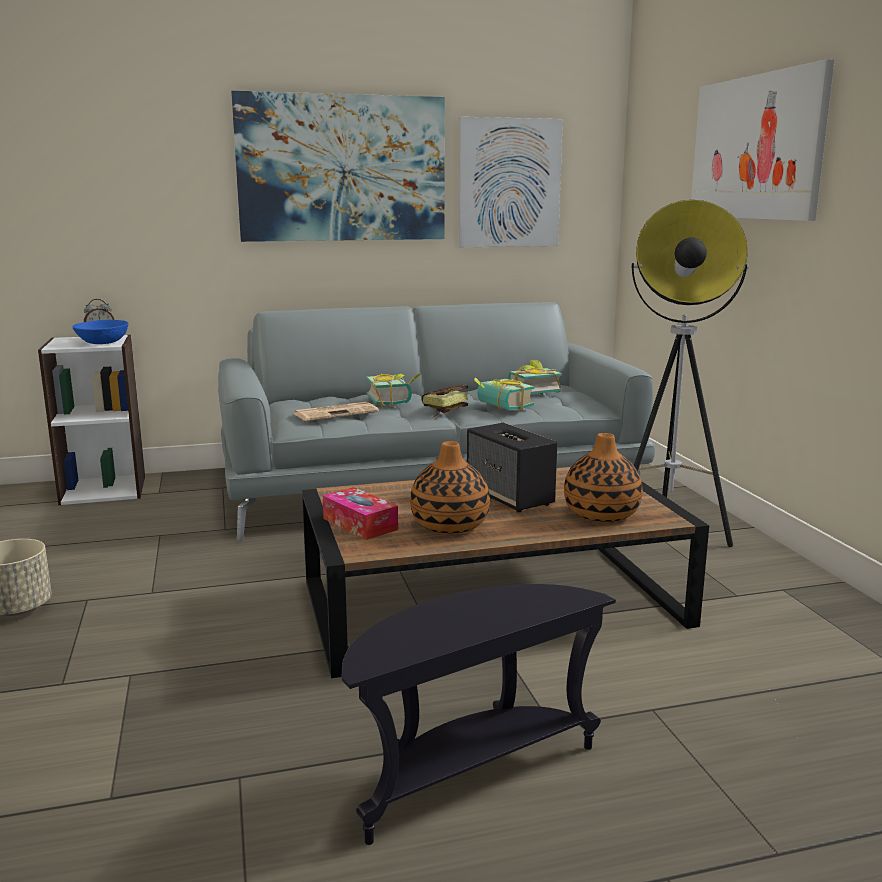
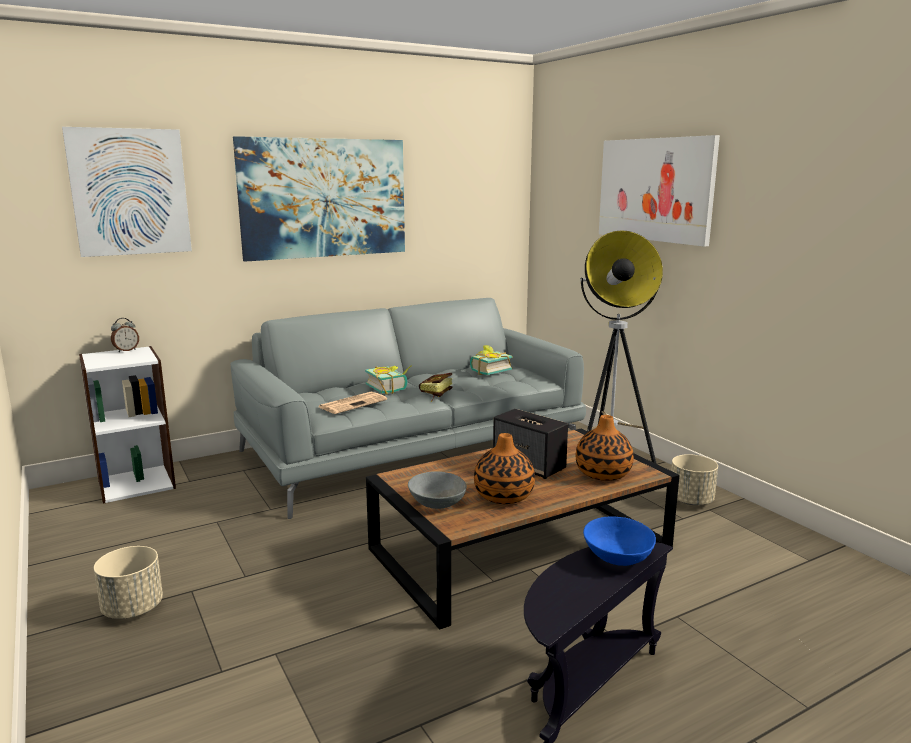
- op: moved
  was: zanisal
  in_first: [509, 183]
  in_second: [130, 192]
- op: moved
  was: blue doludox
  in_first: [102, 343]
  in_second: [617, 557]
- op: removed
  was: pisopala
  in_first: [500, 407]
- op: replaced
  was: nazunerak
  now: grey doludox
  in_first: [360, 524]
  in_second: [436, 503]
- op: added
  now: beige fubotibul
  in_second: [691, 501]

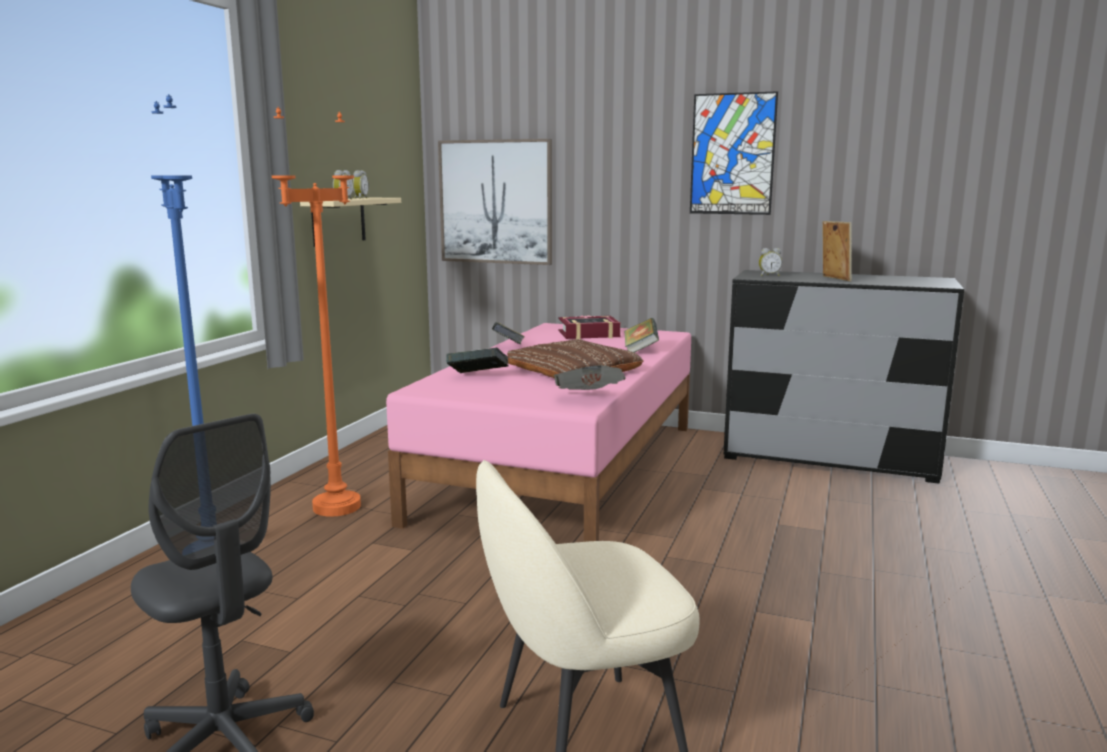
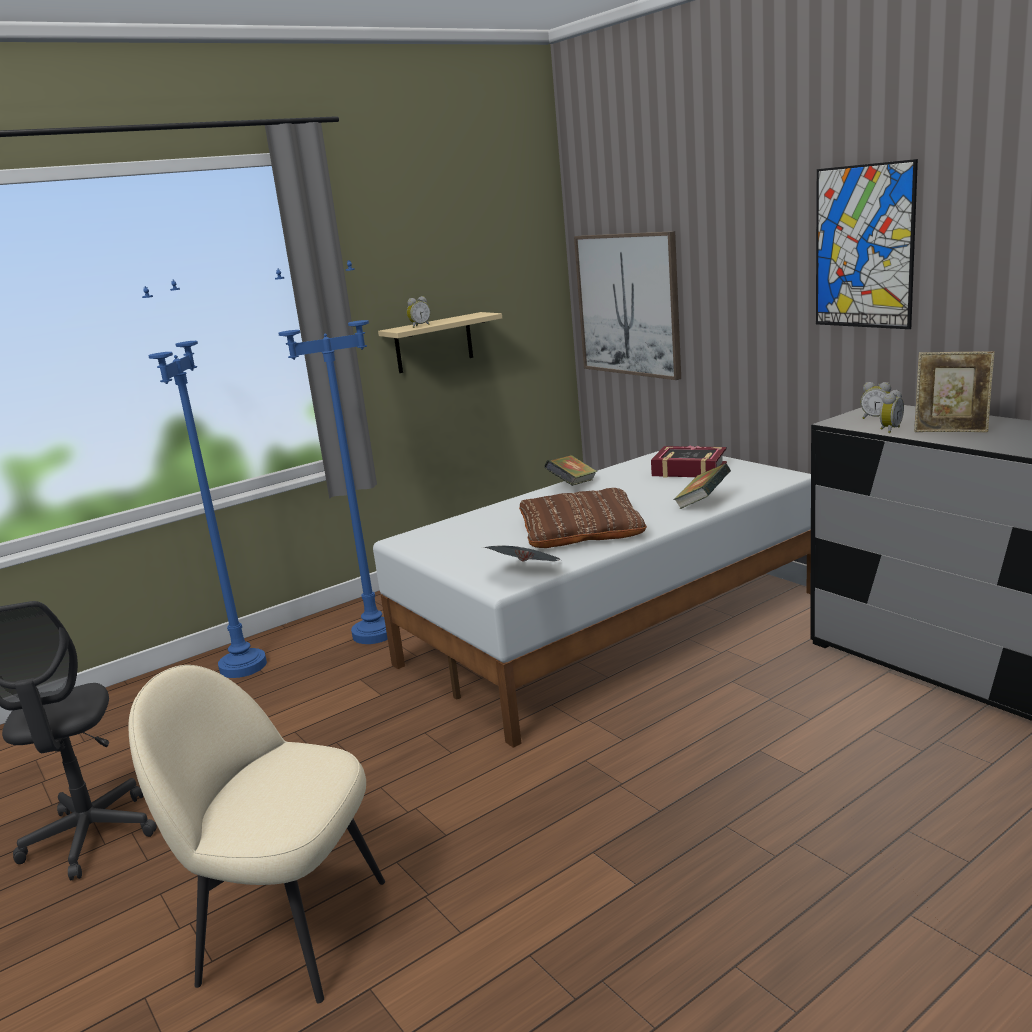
- op: recoloured
  was: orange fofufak
  now: blue fofufak
  in_first: [337, 506]
  in_second: [374, 633]
- op: moved
  was: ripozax
  in_first: [360, 198]
  in_second: [889, 430]
- op: turned
  was: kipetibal
  in_first: [834, 279]
  in_second: [951, 431]
  clockwise: 90
- op: recoloured
  was: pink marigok
  now: white marigok
  in_first: [565, 470]
  in_second: [614, 628]
- op: removed
  was: pisopala
  in_first: [478, 377]

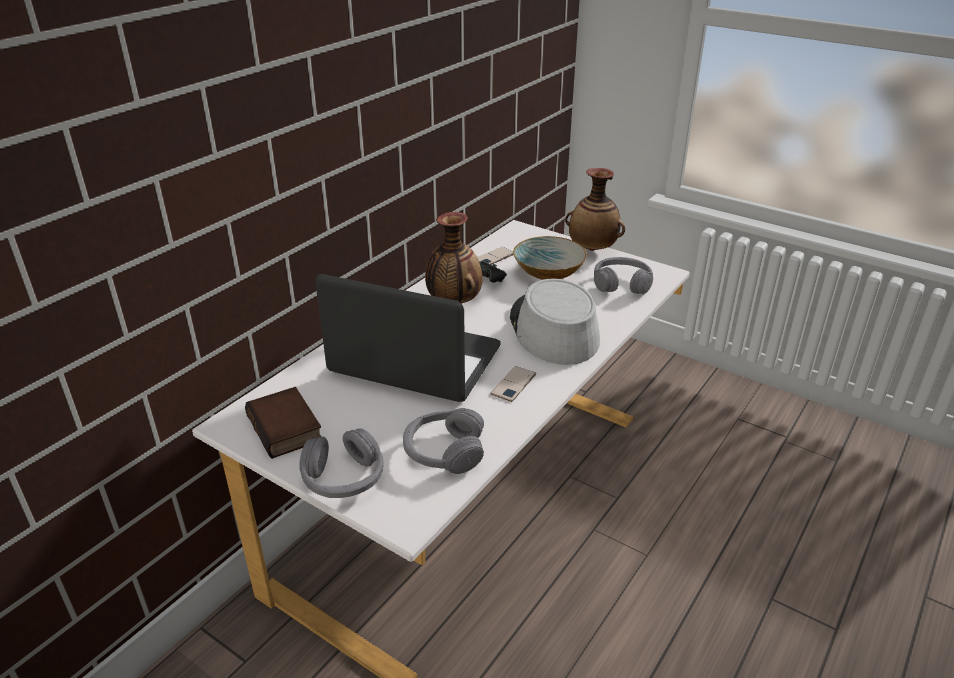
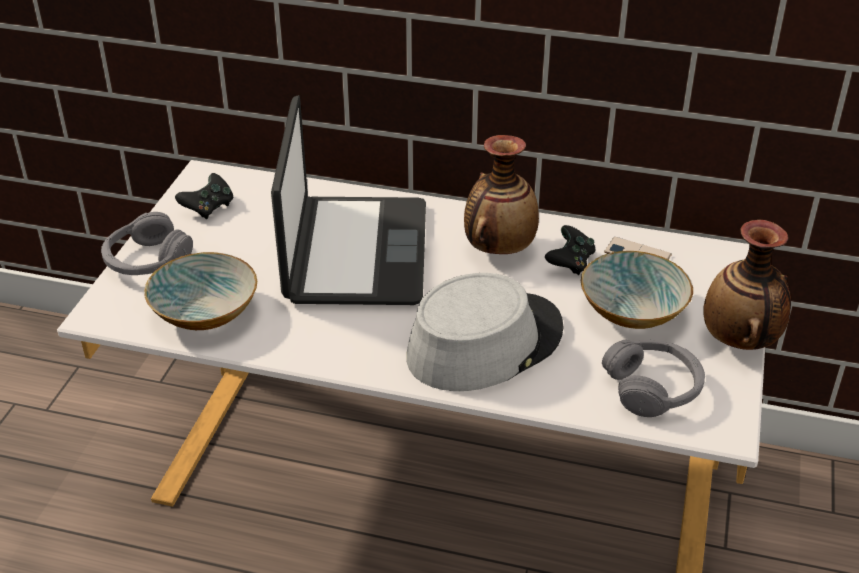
- op: removed
  was: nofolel
  in_first: [513, 384]
- op: replaced
  was: pisopala
  now: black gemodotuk
  in_first: [287, 428]
  in_second: [208, 208]
- op: replaced
  was: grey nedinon
  now: doludox
  in_first: [443, 451]
  in_second: [206, 311]

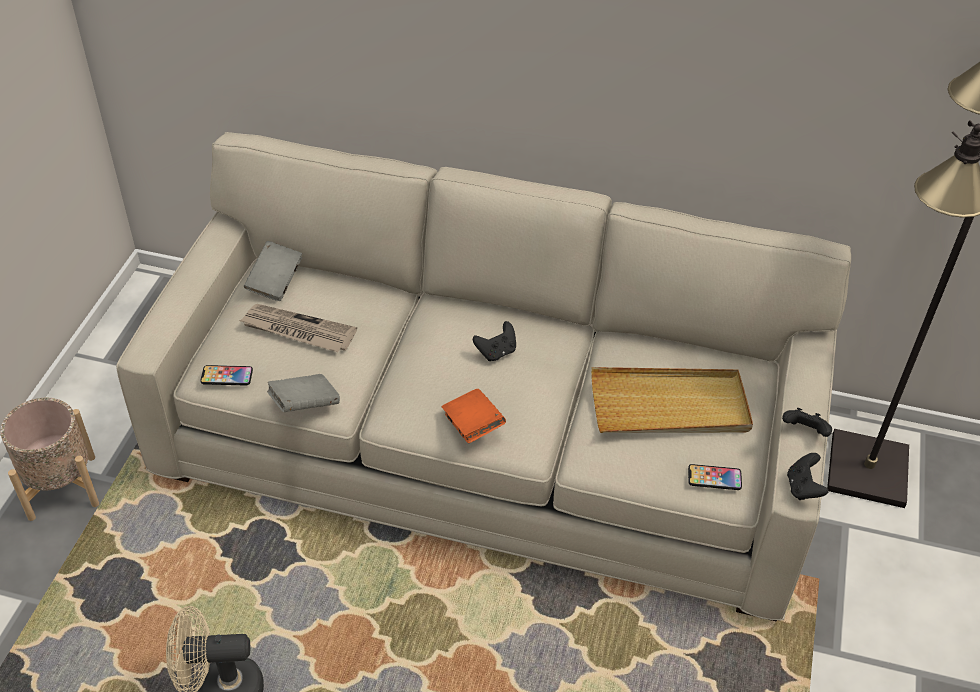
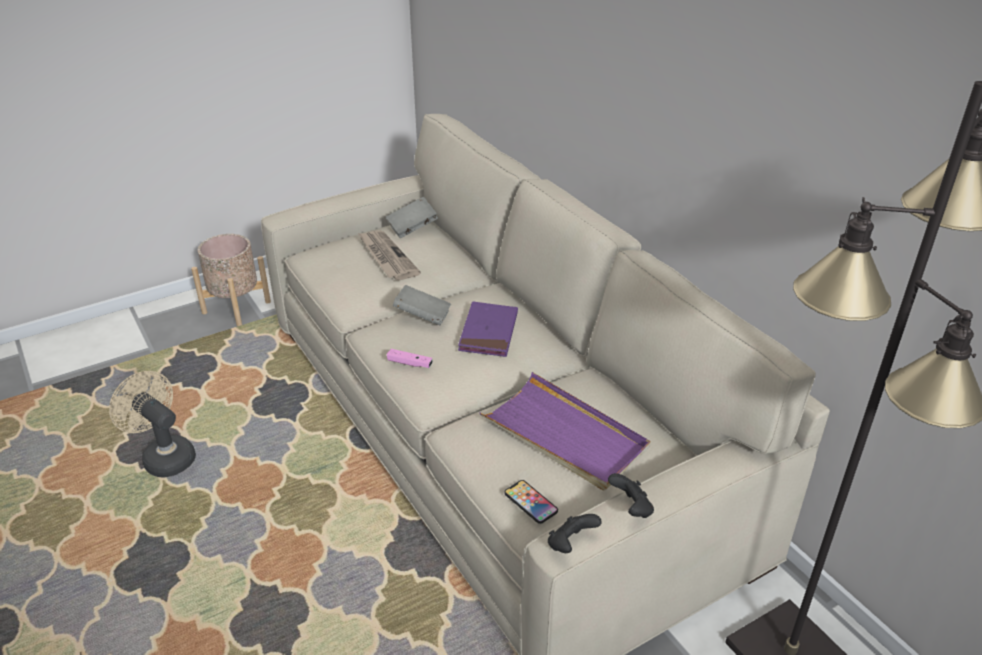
- op: replaced
  was: black gemodotuk
  now: purple pisopala
  in_first: [496, 352]
  in_second: [488, 332]
- op: removed
  was: nofolel
  in_first: [226, 376]
- op: recoloured
  was: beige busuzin
  now: purple busuzin
  in_first: [670, 406]
  in_second: [565, 435]
- op: moved
  was: grey pisopala
  in_first: [304, 404]
  in_second: [422, 317]
- op: replaced
  was: orange pisopala
  now: pink gemodotuk
  in_first: [473, 426]
  in_second: [409, 363]

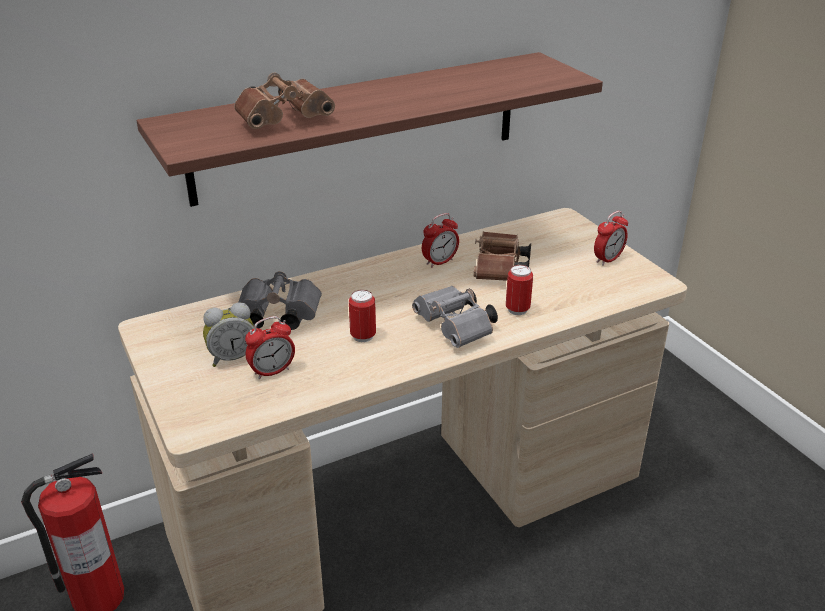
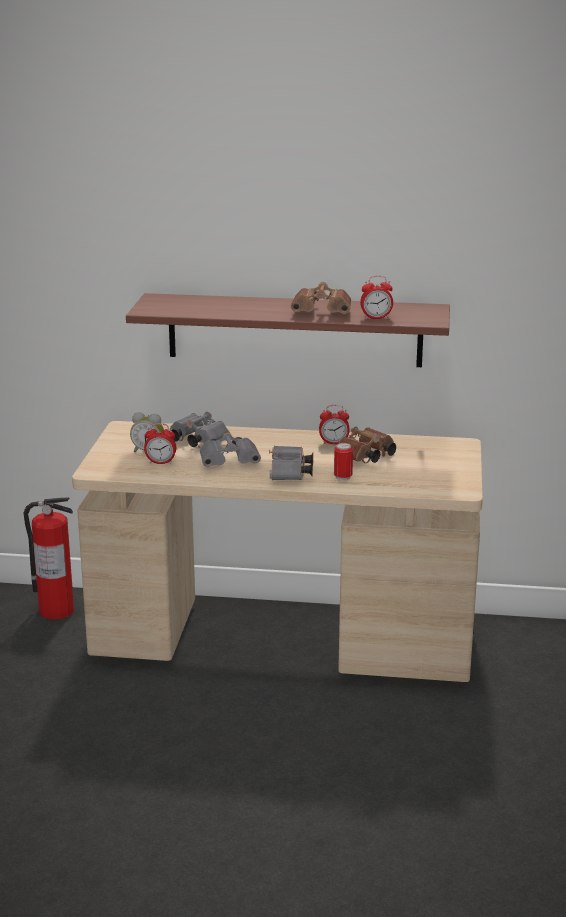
- op: moved
  was: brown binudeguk
  in_first: [286, 120]
  in_second: [323, 312]
- op: moved
  was: ripozax
  in_first: [608, 259]
  in_second: [376, 318]
- op: replaced
  was: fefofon
  now: grey binudeguk
  in_first: [363, 336]
  in_second: [231, 463]

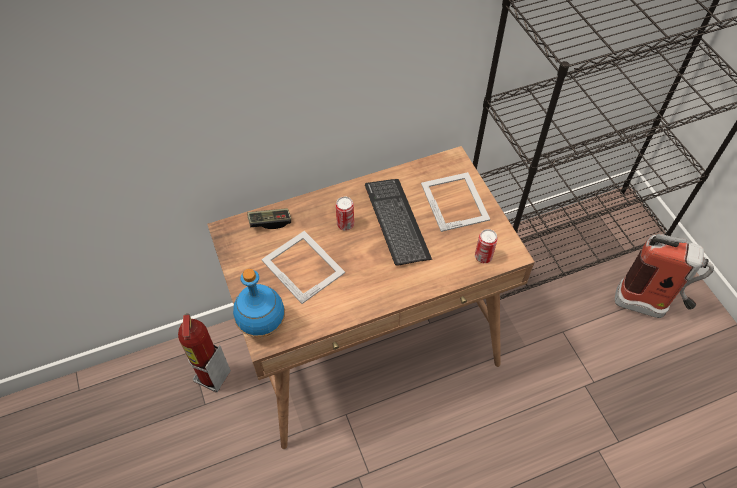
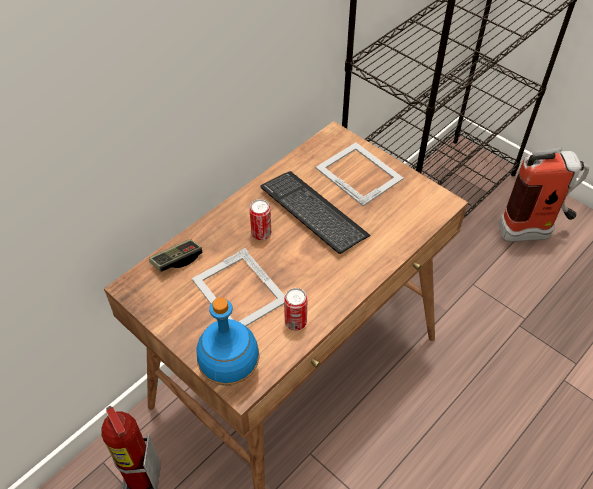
- op: moved
  was: fefofon
  in_first: [483, 257]
  in_second: [295, 322]
- op: turned
  was: kipetibal
  in_first: [303, 265]
  in_second: [239, 291]
  clockwise: -150

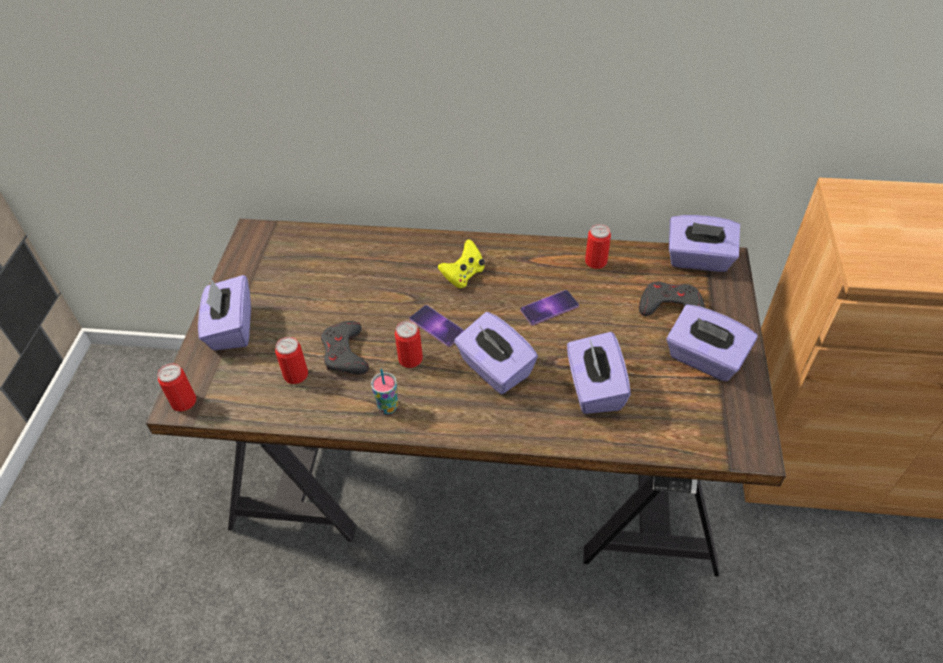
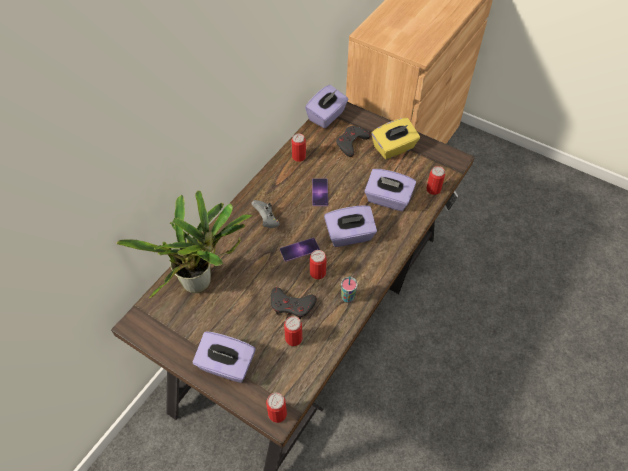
- op: recoloured
  was: yellow gemodotuk
  now: grey gemodotuk
  in_first: [463, 275]
  in_second: [267, 220]
- op: recoloured
  was: purple nazunerak
  now: yellow nazunerak
  in_first: [704, 359]
  in_second: [394, 148]
- op: added
  now: fefofon
  in_second: [433, 189]
- op: added
  now: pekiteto
  in_second: [201, 282]

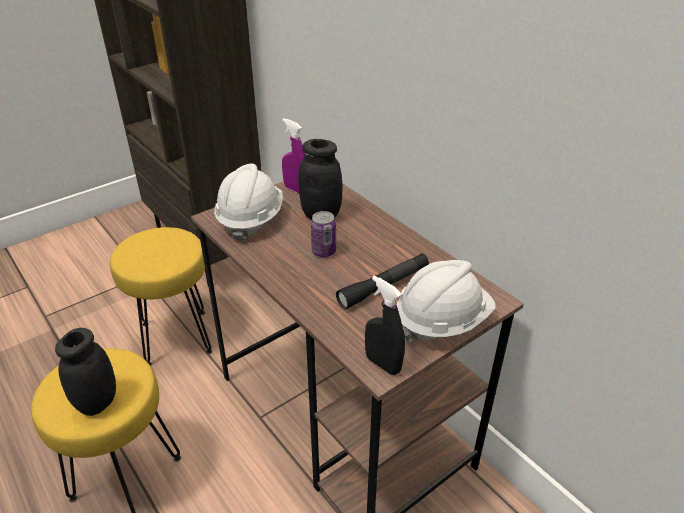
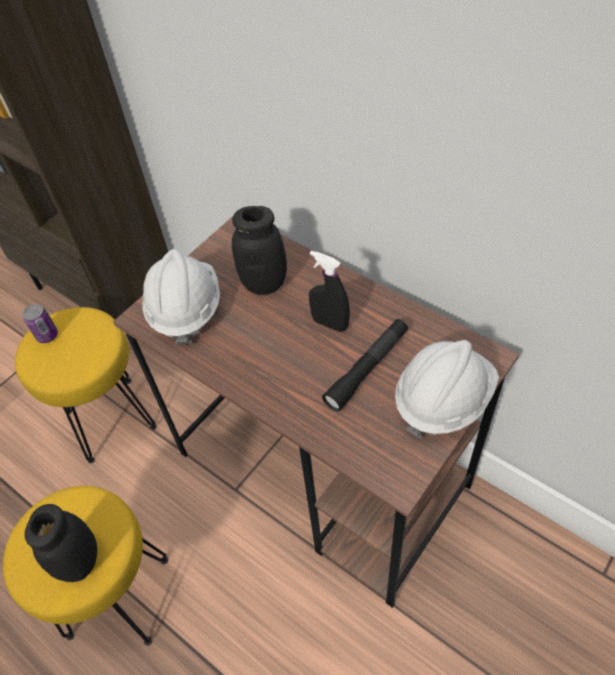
- op: removed
  was: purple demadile
  in_first: [296, 189]
- op: moved
  was: fefofon
  in_first: [324, 251]
  in_second: [47, 335]
- op: moved
  was: black demadile
  in_first: [383, 364]
  in_second: [330, 323]

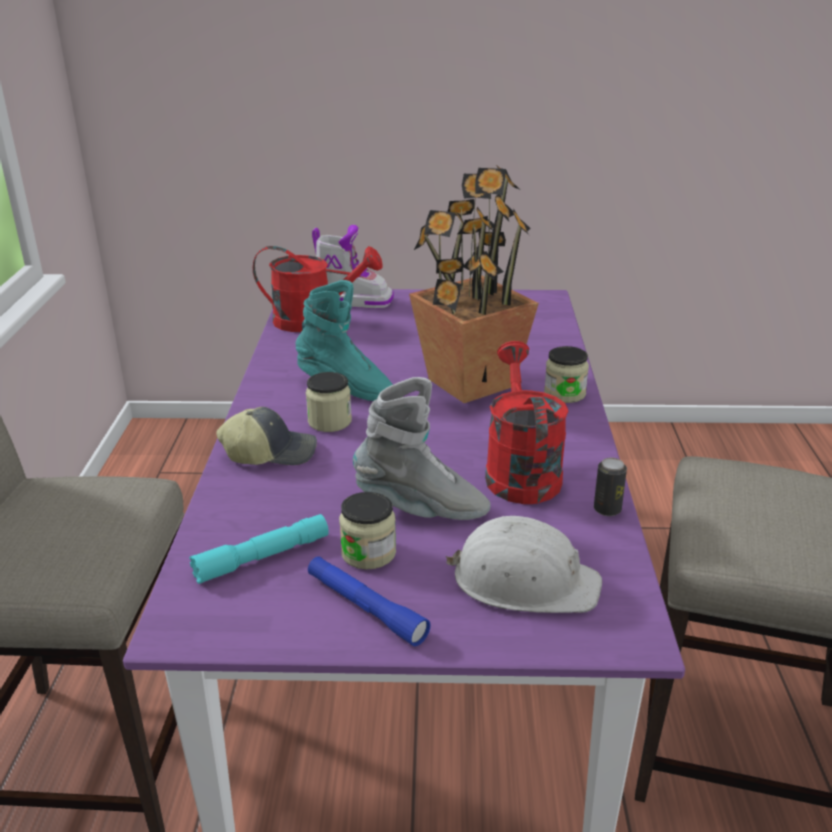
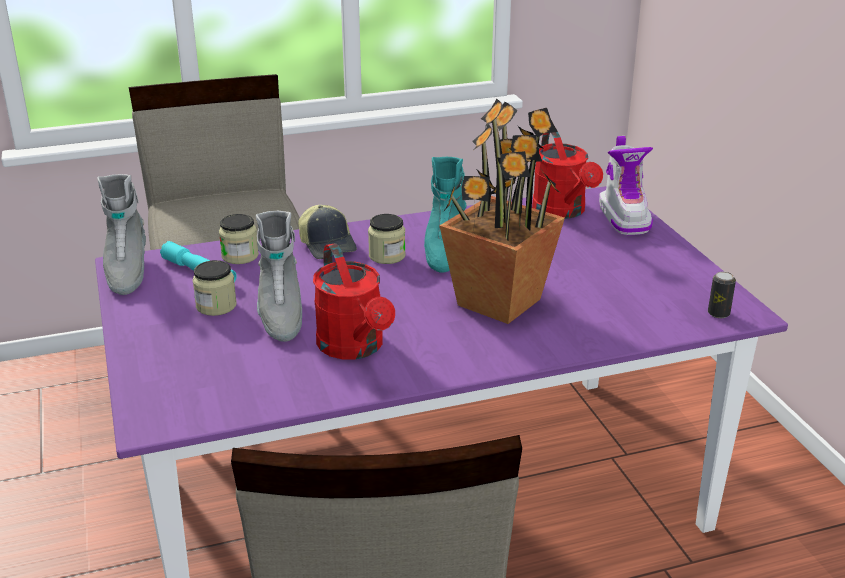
- op: turned
  was: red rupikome
  in_first: [520, 471]
  in_second: [355, 348]
  clockwise: 90
- op: moved
  was: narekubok
  in_first: [564, 393]
  in_second: [240, 256]
- op: moved
  was: fefofon
  in_first: [607, 509]
  in_second: [718, 313]
- op: removed
  was: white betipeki
  in_first: [524, 581]
- op: removed
  was: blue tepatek
  in_first: [365, 608]
- op: added
  now: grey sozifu
  in_second: [126, 272]

